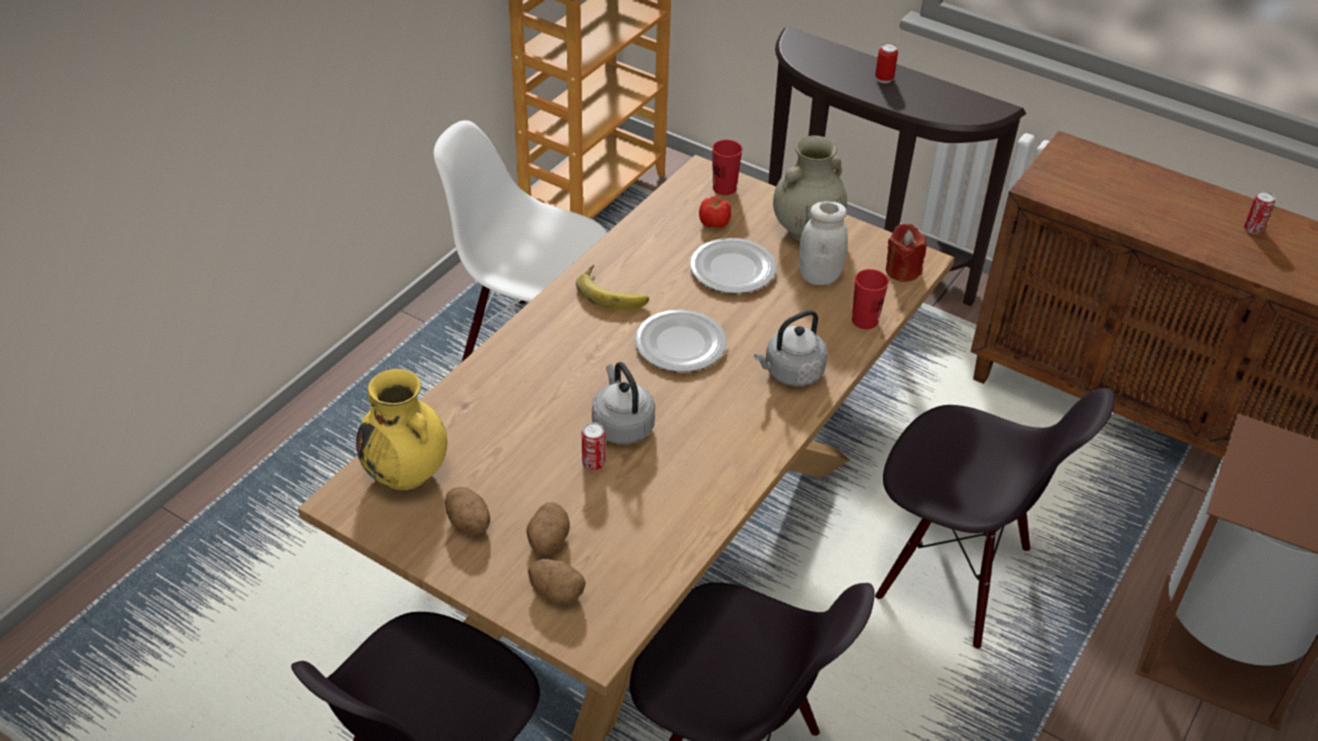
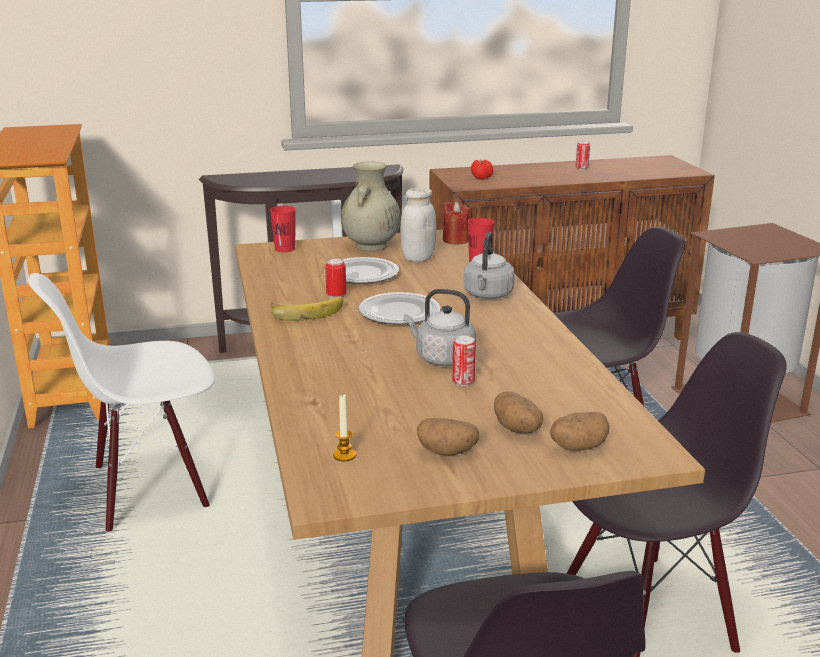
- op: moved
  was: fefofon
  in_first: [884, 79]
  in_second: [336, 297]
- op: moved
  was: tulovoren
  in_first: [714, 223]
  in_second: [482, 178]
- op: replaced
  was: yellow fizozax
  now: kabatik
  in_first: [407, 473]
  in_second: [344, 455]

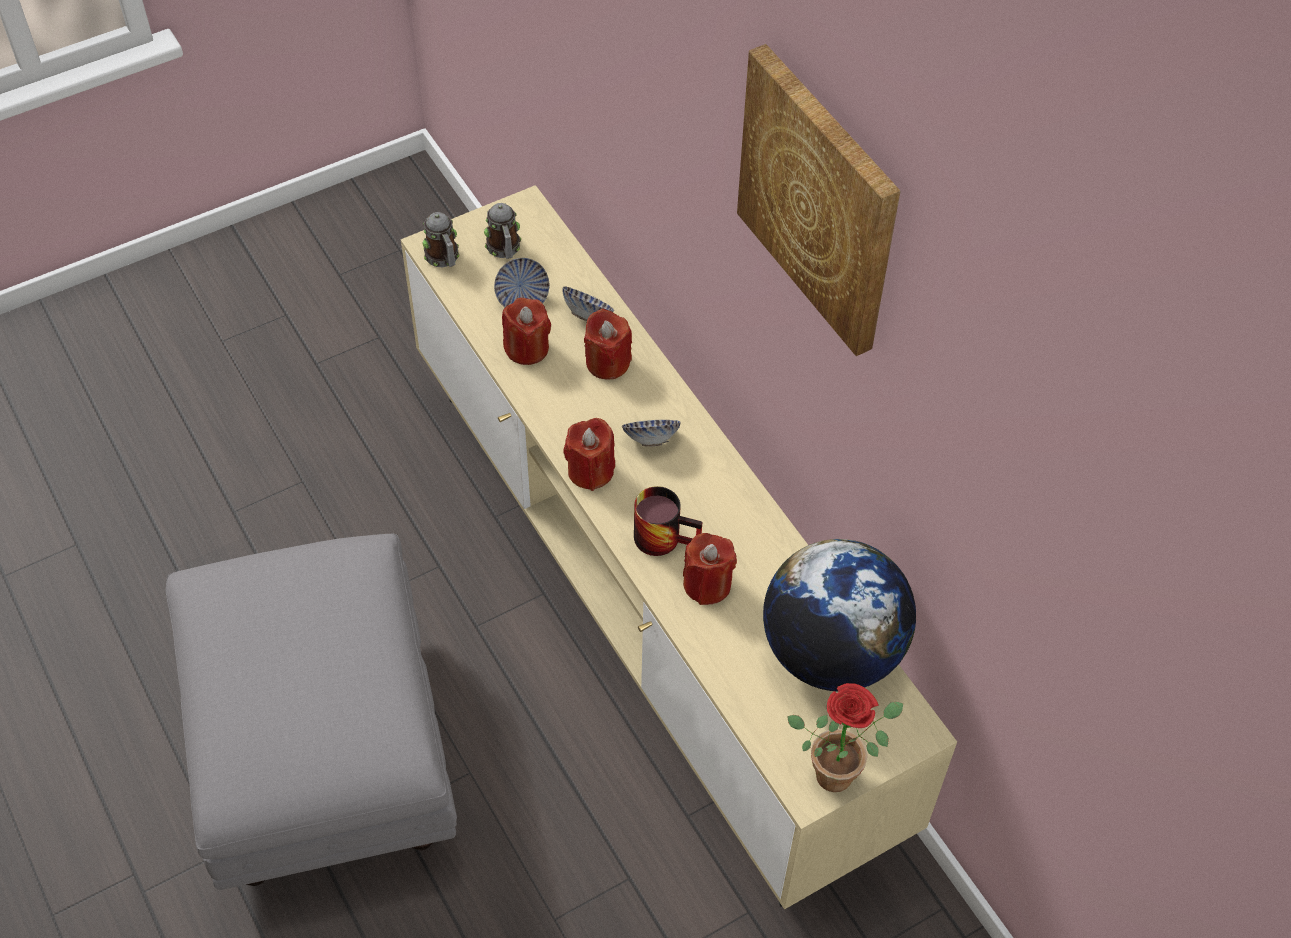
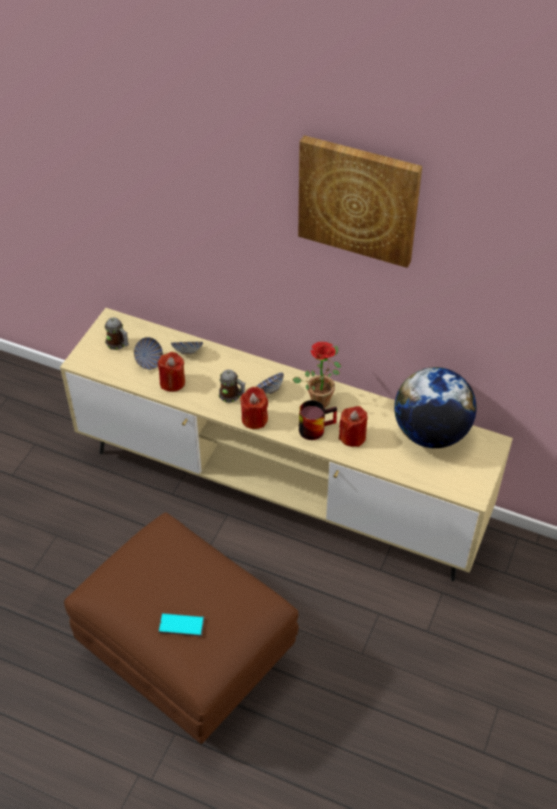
- op: moved
  was: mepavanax
  in_first: [443, 258]
  in_second: [232, 396]
- op: removed
  was: red kabatik
  in_first: [607, 362]
- op: recoloured
  was: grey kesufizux
  now: brown kesufizux
  in_first: [326, 760]
  in_second: [189, 656]
- op: moved
  was: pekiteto
  in_first: [839, 769]
  in_second: [321, 398]
- op: added
  now: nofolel
  in_second: [181, 625]

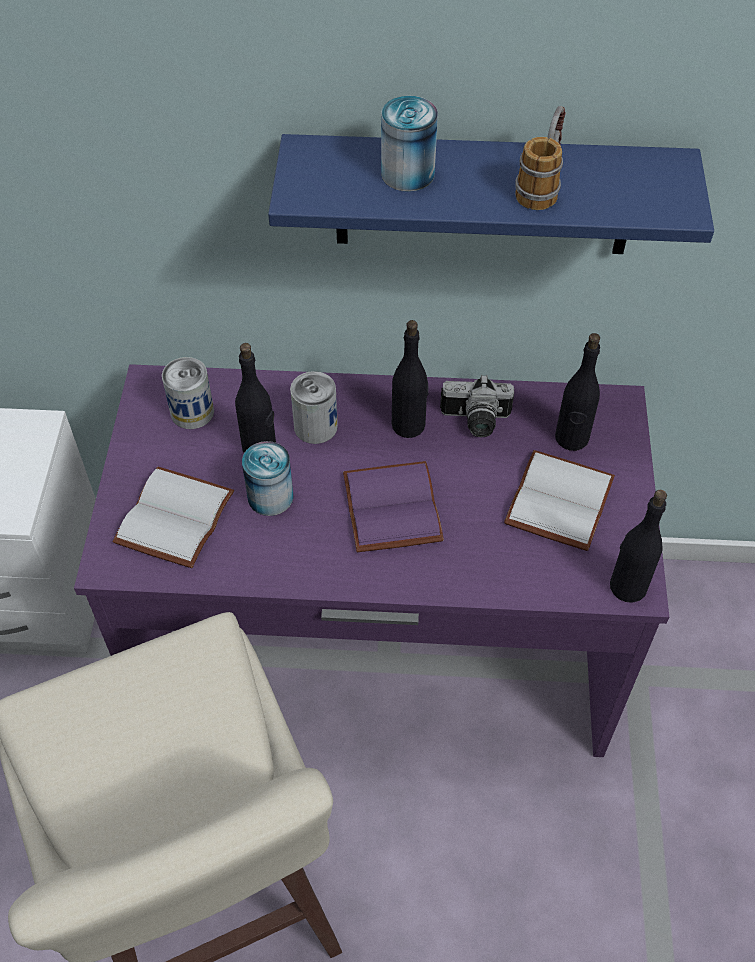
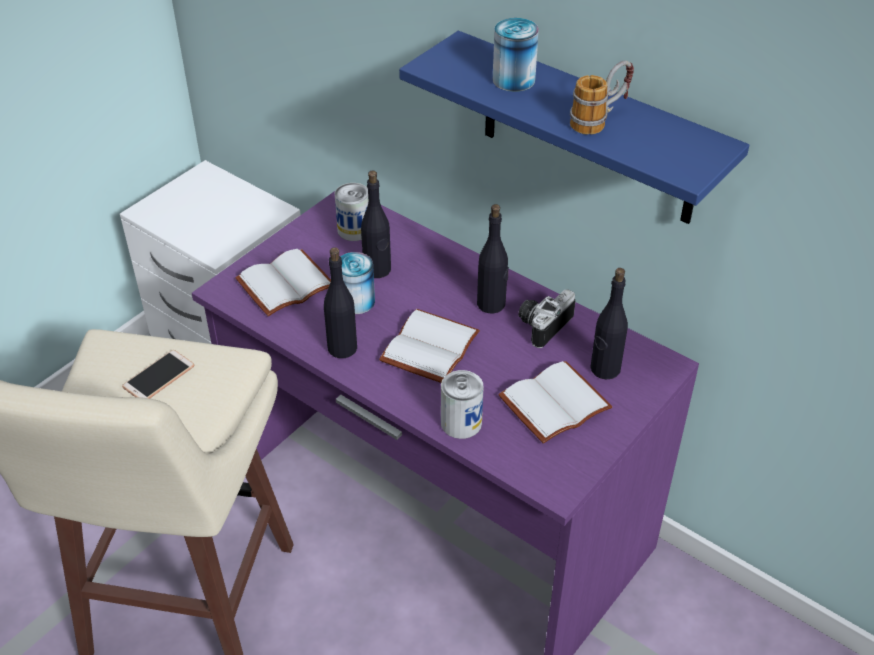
- op: moved
  was: fefofon
  in_first: [315, 426]
  in_second: [461, 423]
- op: turned
  was: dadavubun
  in_first: [475, 422]
  in_second: [541, 324]
  clockwise: 90
- op: recoloured
  was: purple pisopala
  now: white pisopala
  in_first: [388, 507]
  in_second: [428, 346]
- op: moved
  was: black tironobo
  in_first: [627, 586]
  in_second: [342, 348]
- op: added
  now: nofolel
  in_second: [159, 377]

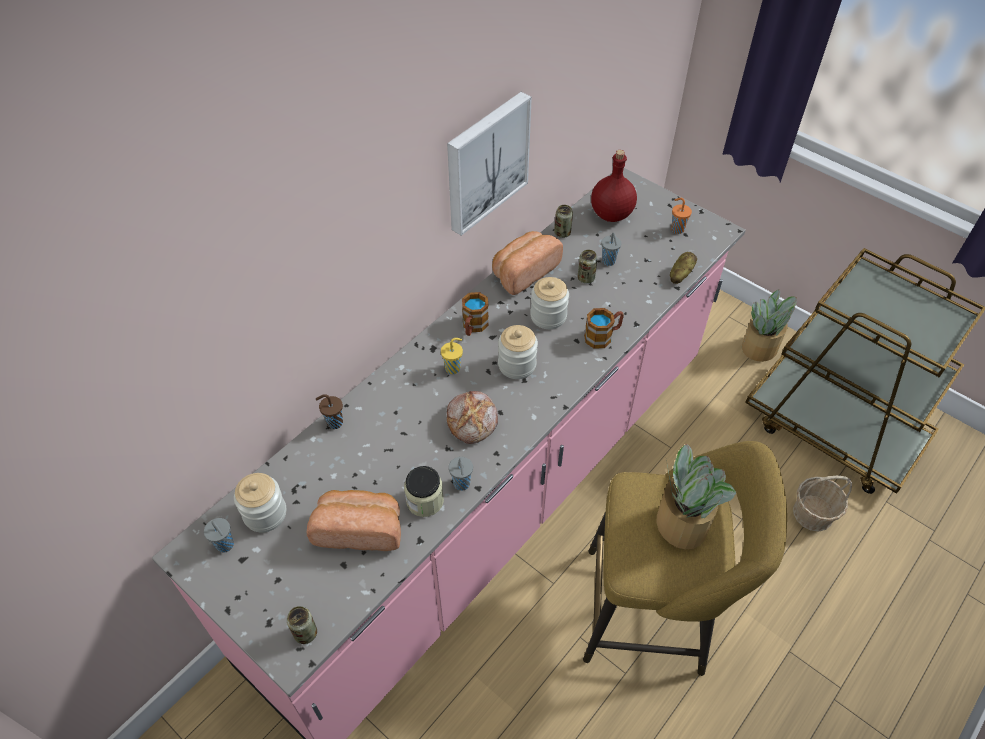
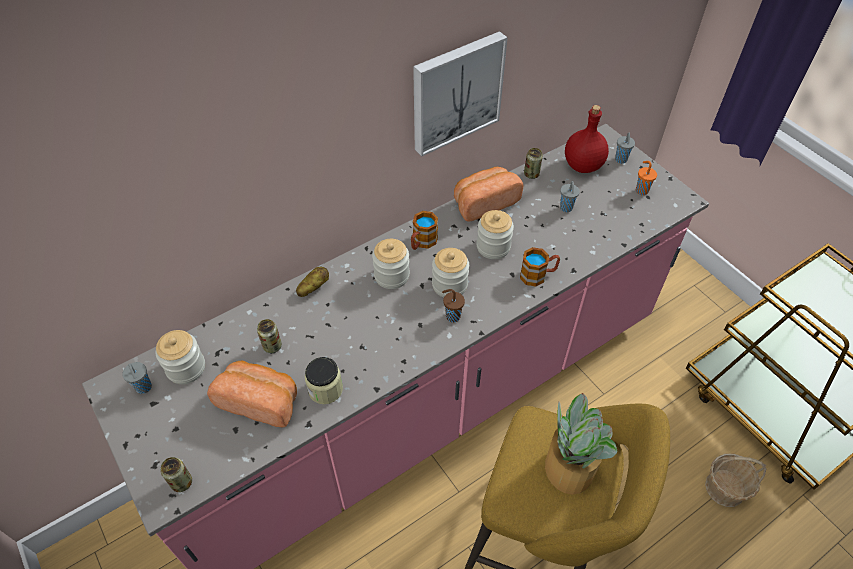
- op: moved
  was: fefofon
  in_first: [586, 278]
  in_second: [272, 346]
- op: moved
  was: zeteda
  in_first: [680, 274]
  in_second: [313, 288]
- op: removed
  was: pekiteto
  in_first: [760, 347]
- op: replaced
  was: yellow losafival
  now: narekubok
  in_first: [453, 368]
  in_second: [392, 276]
- op: removed
  was: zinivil
  in_first: [473, 421]
- op: moved
  was: brown losafival
  in_first: [334, 422]
  in_second: [452, 316]
- op: moved
  was: grey losafival
  in_first: [461, 484]
  in_second: [621, 160]

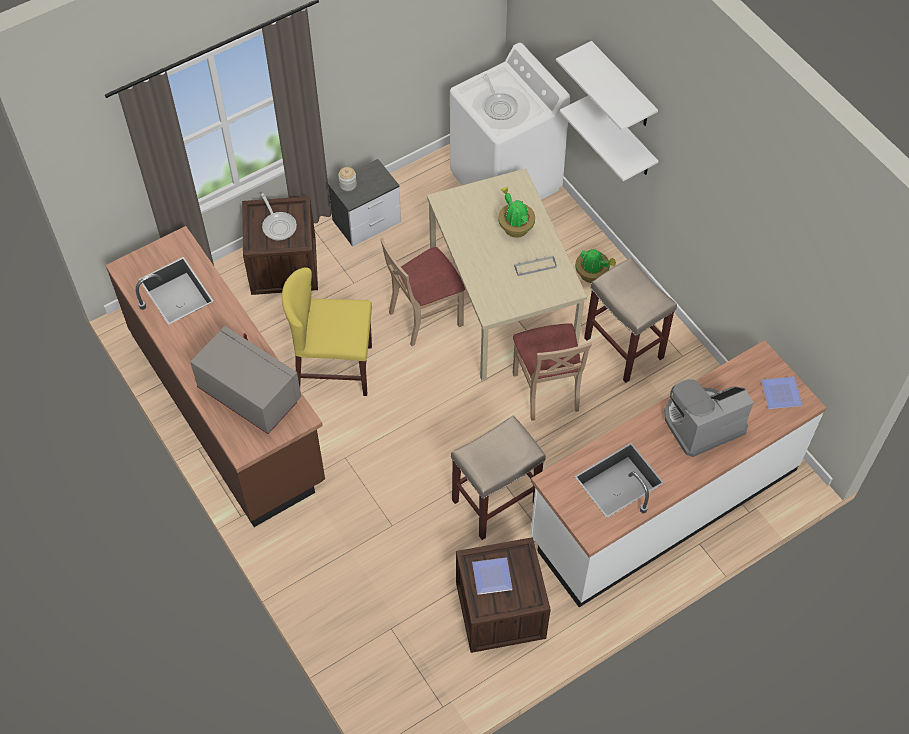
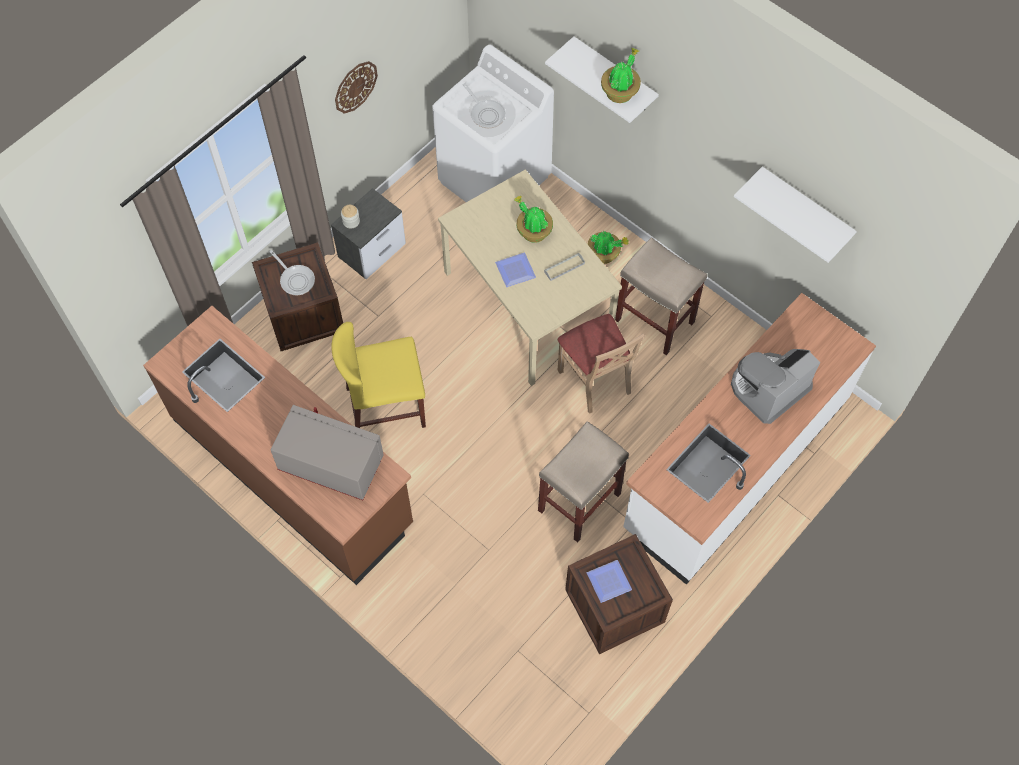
- op: moved
  was: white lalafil
  in_first: [624, 137]
  in_second: [805, 208]
- op: removed
  was: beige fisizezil
  in_first: [425, 317]
- op: moved
  was: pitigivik
  in_first: [782, 392]
  in_second: [516, 269]
- op: added
  now: pekiteto
  in_second: [620, 92]
- op: added
  now: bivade
  in_second: [355, 86]

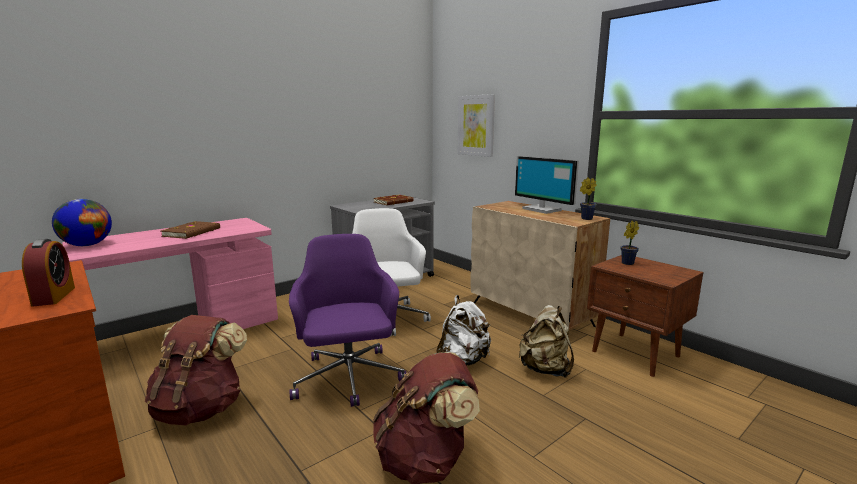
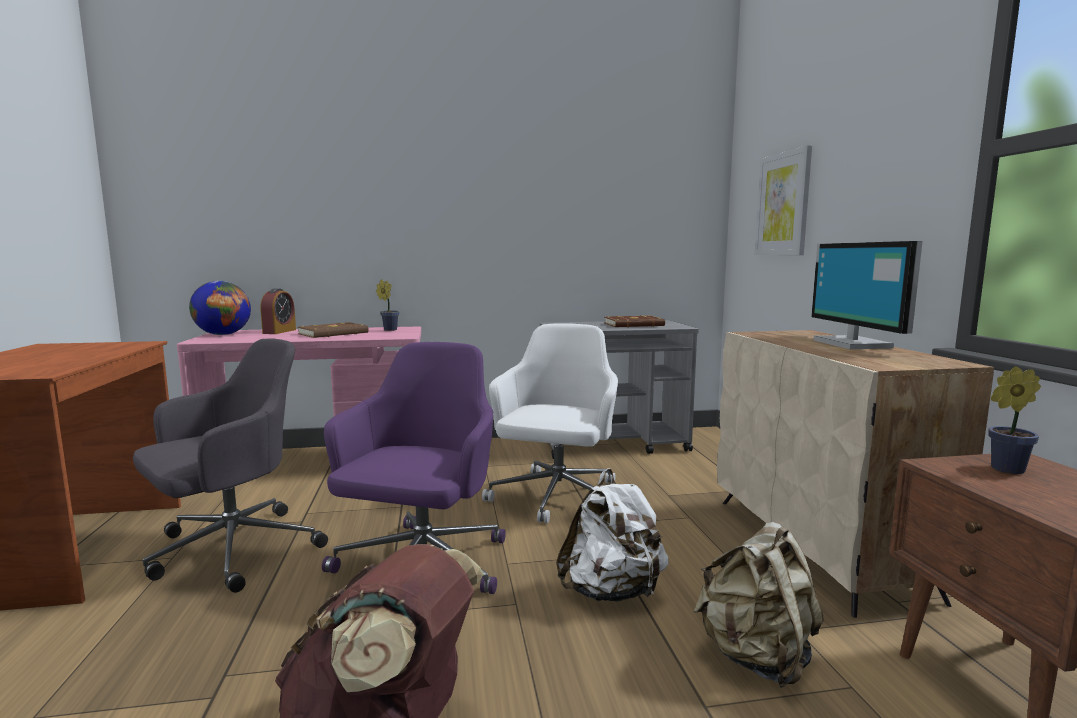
- op: moved
  was: pekiteto
  in_first: [585, 219]
  in_second: [389, 330]
- op: moved
  was: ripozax
  in_first: [54, 296]
  in_second: [279, 331]
- op: replaced
  was: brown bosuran
  now: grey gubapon
  in_first: [201, 409]
  in_second: [231, 550]

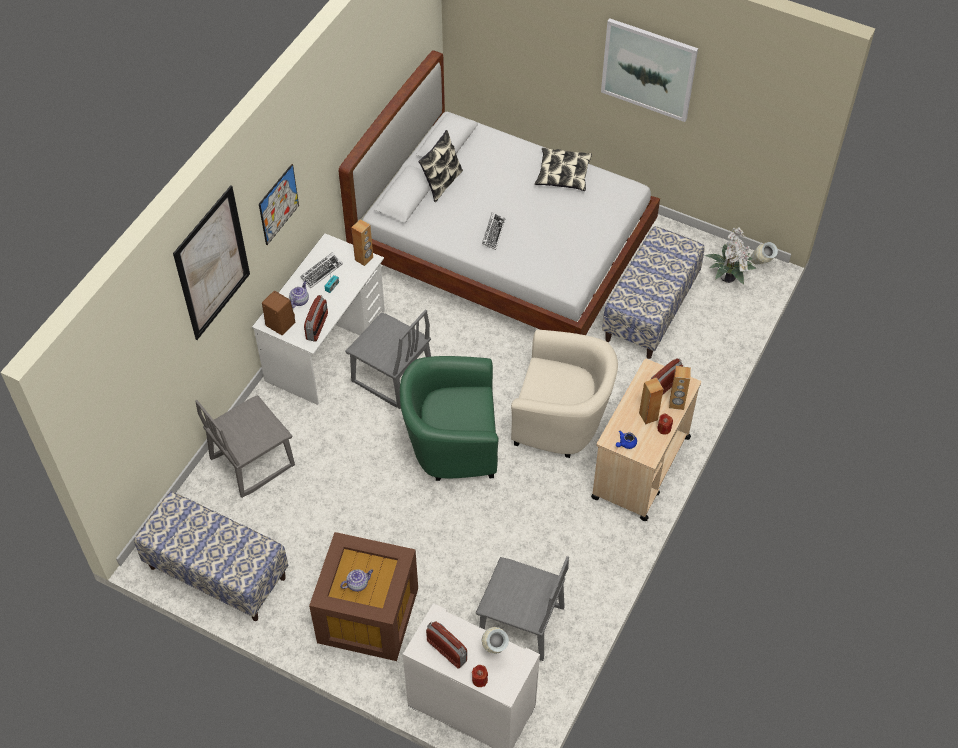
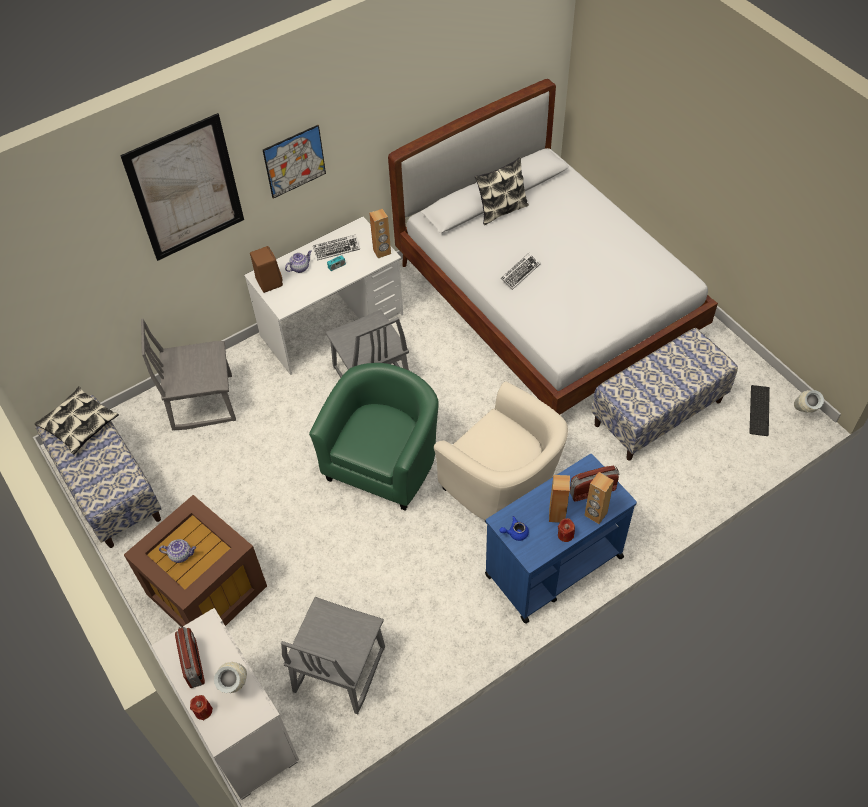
- op: removed
  was: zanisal
  in_first: [648, 69]
- op: moved
  was: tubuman
  in_first: [563, 174]
  in_second: [79, 424]
- op: replaced
  was: pekiteto
  now: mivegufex
  in_first: [728, 276]
  in_second: [760, 411]
- op: removed
  was: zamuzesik
  in_first: [317, 327]
- op: turned
  was: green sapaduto
  in_first: [451, 444]
  in_second: [384, 462]
  clockwise: 90
- op: recoloured
  was: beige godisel
  now: blue godisel
  in_first: [640, 468]
  in_second: [553, 566]
- op: turned
  was: grey fisizezil
  in_first: [521, 624]
  in_second: [338, 669]
  clockwise: 60

